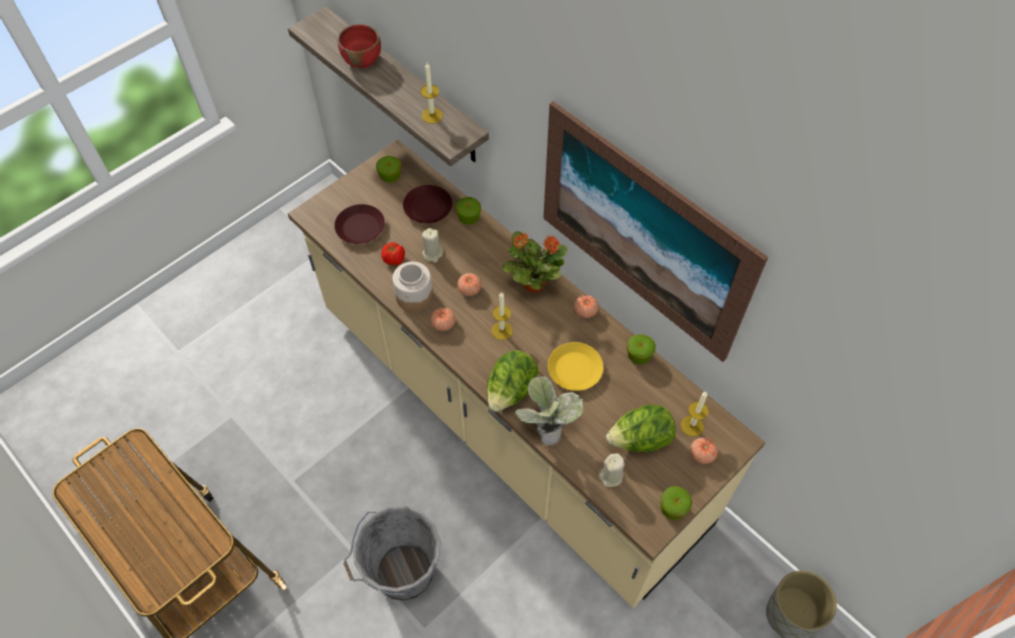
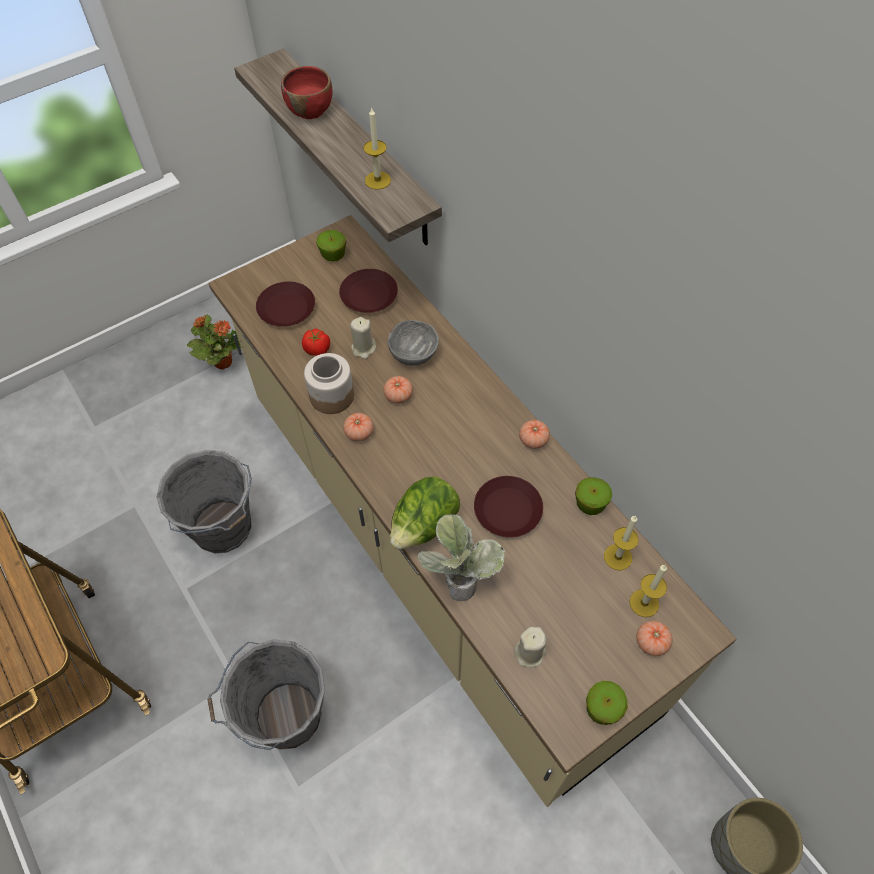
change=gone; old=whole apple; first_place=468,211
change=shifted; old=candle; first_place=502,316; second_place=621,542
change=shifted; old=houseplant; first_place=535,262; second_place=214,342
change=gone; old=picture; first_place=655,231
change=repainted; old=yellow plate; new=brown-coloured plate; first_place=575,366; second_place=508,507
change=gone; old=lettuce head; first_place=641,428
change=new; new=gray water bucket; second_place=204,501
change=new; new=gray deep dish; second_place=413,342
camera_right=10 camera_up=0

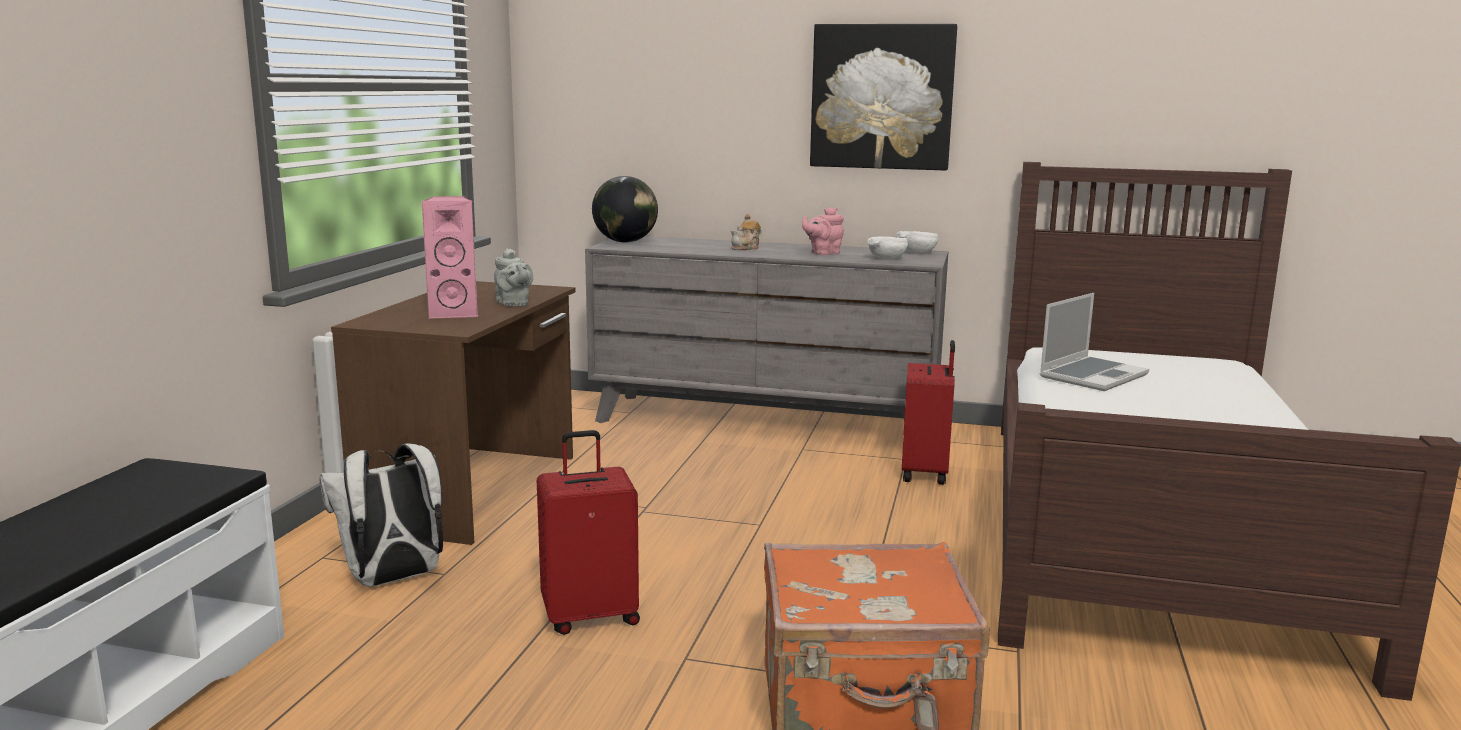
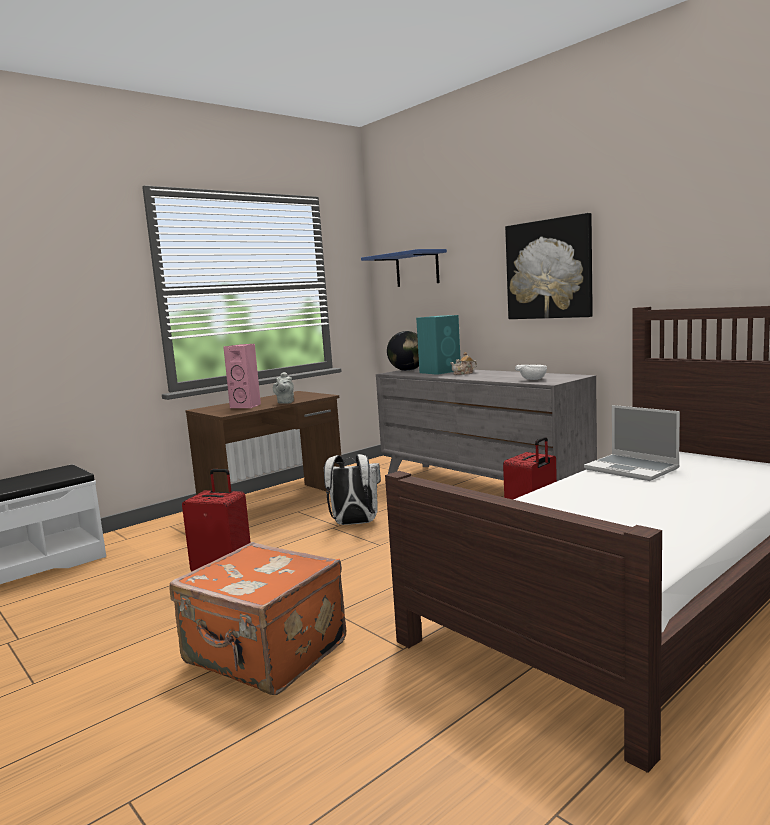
change=shifted; old=whitish backpack; first_place=381,515; second_place=352,489
change=gone; old=pinkish pot for tea; first_place=823,231
change=gone; old=whitish deep dish; first_place=917,242
change=rotated; old=laptop; first_place=1094,342; second_place=632,443; degrees=60
change=new; new=bluish shelf; second_place=404,268
change=new; new=turquoise loudspeaker; second_place=438,345
camera_right=35 camera_up=-5

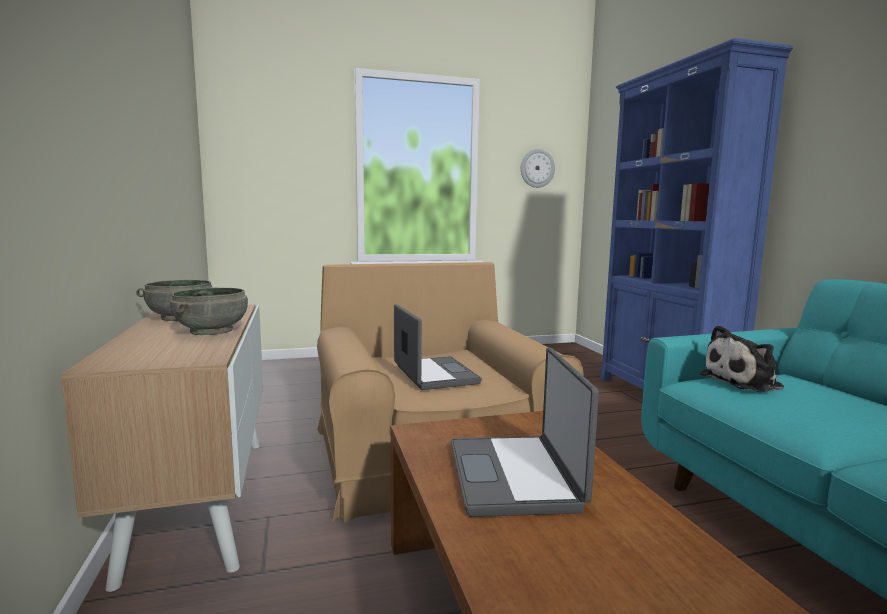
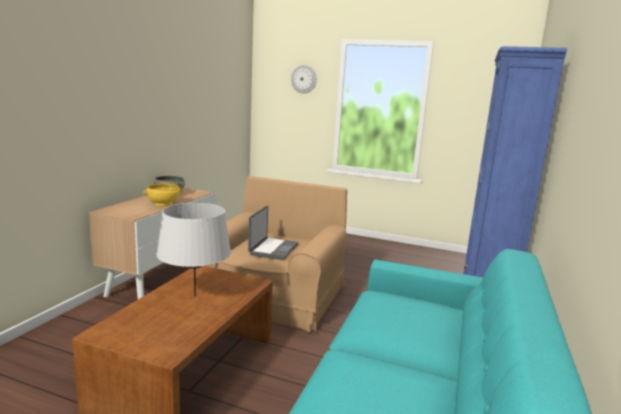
change=repainted; old=gray deep dish; new=yellow deep dish; first_place=209,311; second_place=162,195
change=swapped; old=laptop; new=gray table lamp; first_place=525,432; second_place=193,249
change=shifted; old=clock on the wall; first_place=538,168; second_place=304,79
change=gone; old=plush toy; first_place=742,358
camera_right=35 camera_up=5

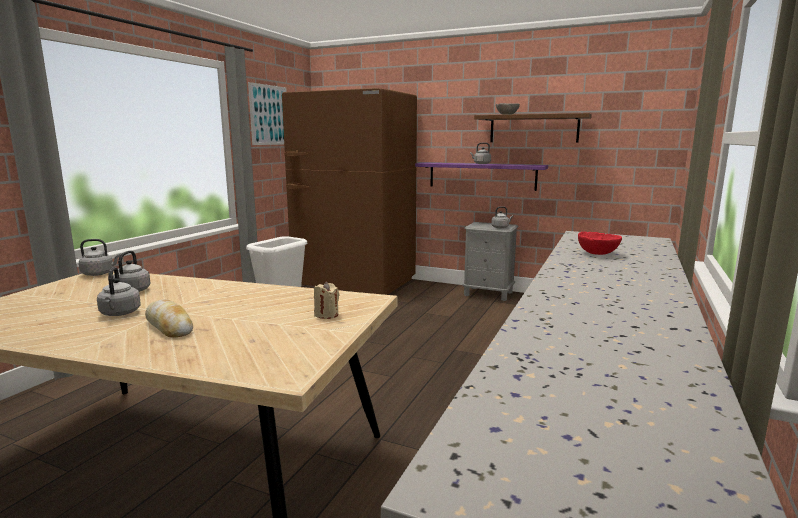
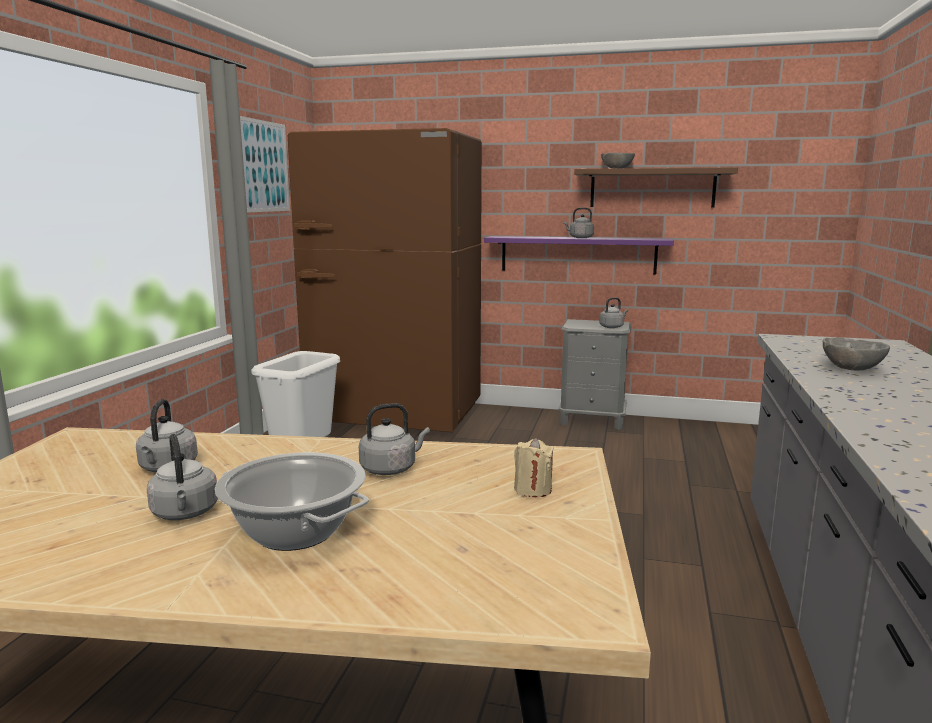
change=shifted; old=gray tea kettle; first_place=99,257; second_place=394,439
change=swapped; old=baked bread; new=stockpot; first_place=169,318; second_place=292,501
change=repainted; old=reddish deep dish; new=gray deep dish; first_place=600,243; second_place=856,354
camera_right=-10 camera_up=0

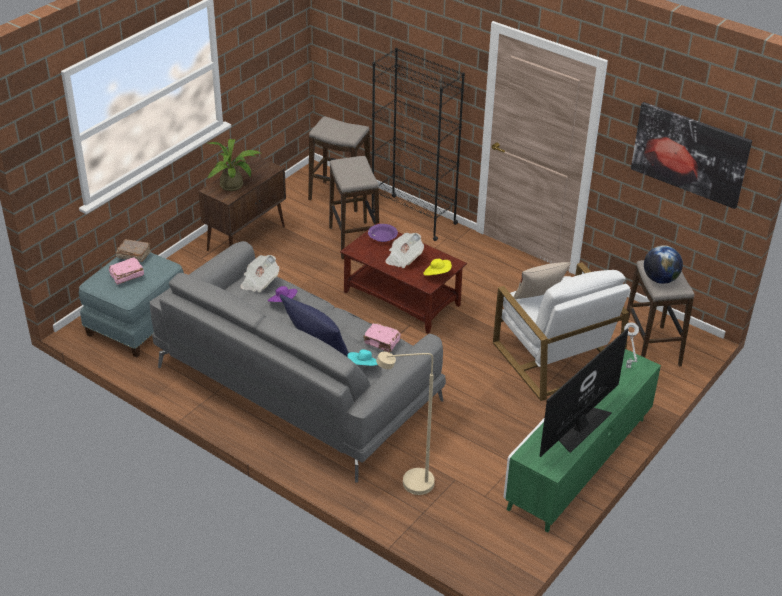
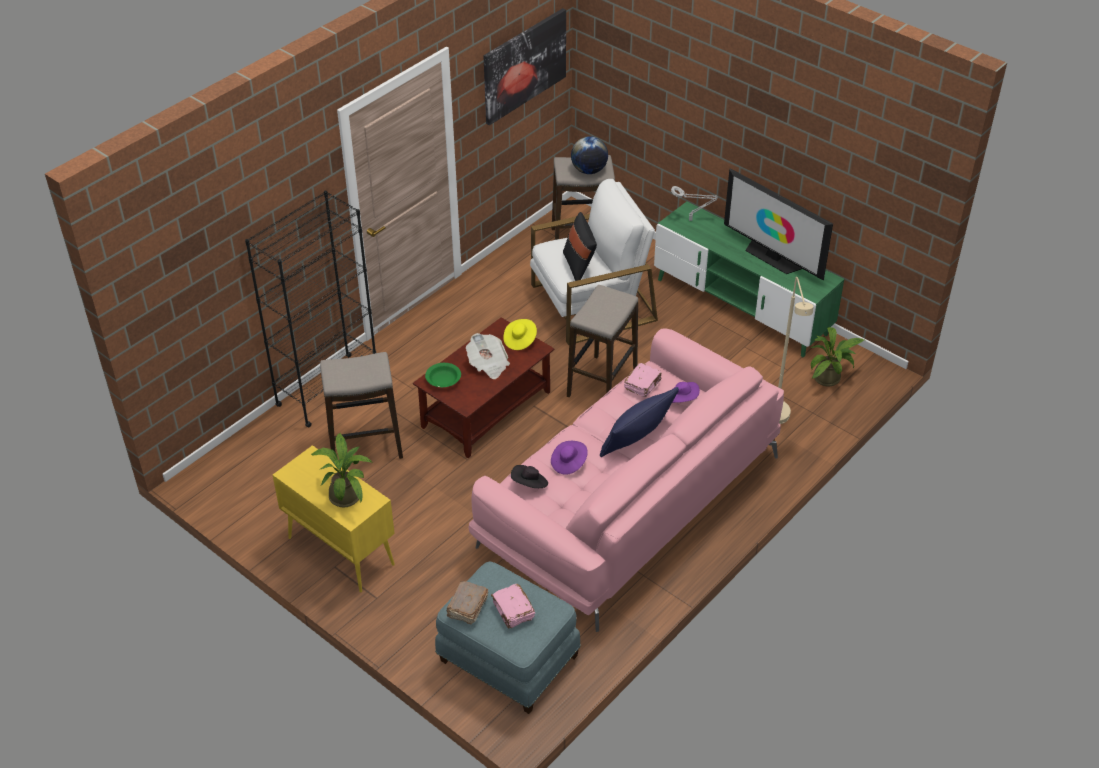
change=repainted; old=gray couch; new=pinkish couch; first_place=298,362; second_place=626,480
change=repainted; old=brown-coloured cupboard; new=yellow cupboard; first_place=242,203; second_place=334,519
change=swapped; old=newspaper; new=black-coloured clothing hat; first_place=259,274; second_place=529,476
change=shifted; old=sitting stool; first_place=339,164; second_place=602,341
change=repainted; old=turquoise clothing hat; new=purple-coloured clothing hat; first_place=363,357; second_place=686,392
change=repainted; old=purple-coloured deep dish; new=greenish deep dish; first_place=383,233; second_place=443,375
change=repainted; old=beige-coloured cushion; new=black-coloured cushion; first_place=542,280; second_place=580,246
change=new; new=houseplant; second_place=837,357
camera_right=-85 camera_up=5

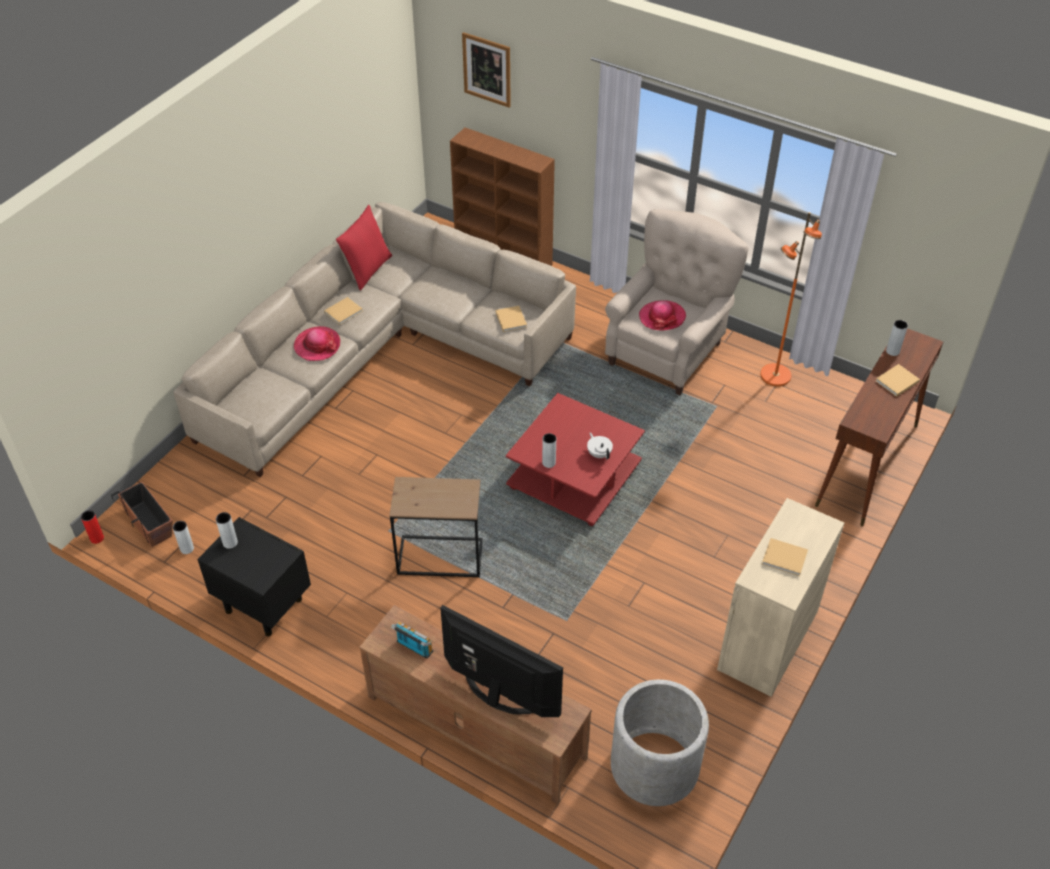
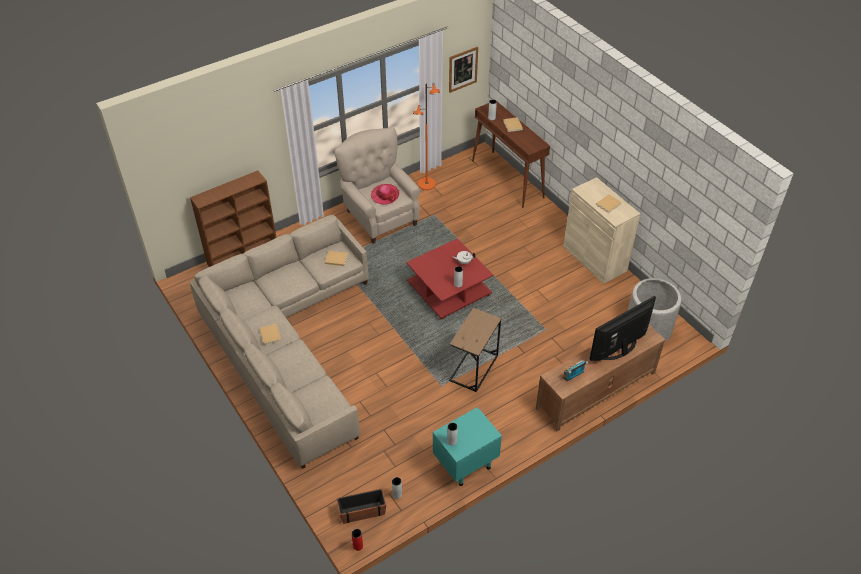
change=repainted; old=black-coloured nightstand; new=turquoise nightstand; first_place=254,576; second_place=467,446
change=gone; old=clothing hat; first_place=317,343
change=gone; old=reddish cushion; first_place=364,248
change=shifted; old=picture; first_place=486,70; second_place=463,70
camera_right=-65 camera_up=0

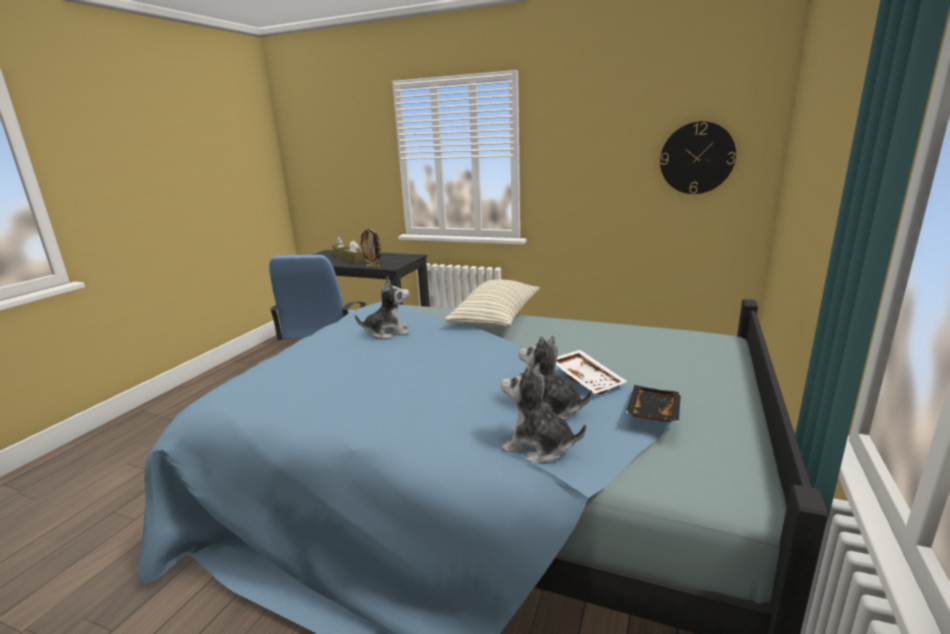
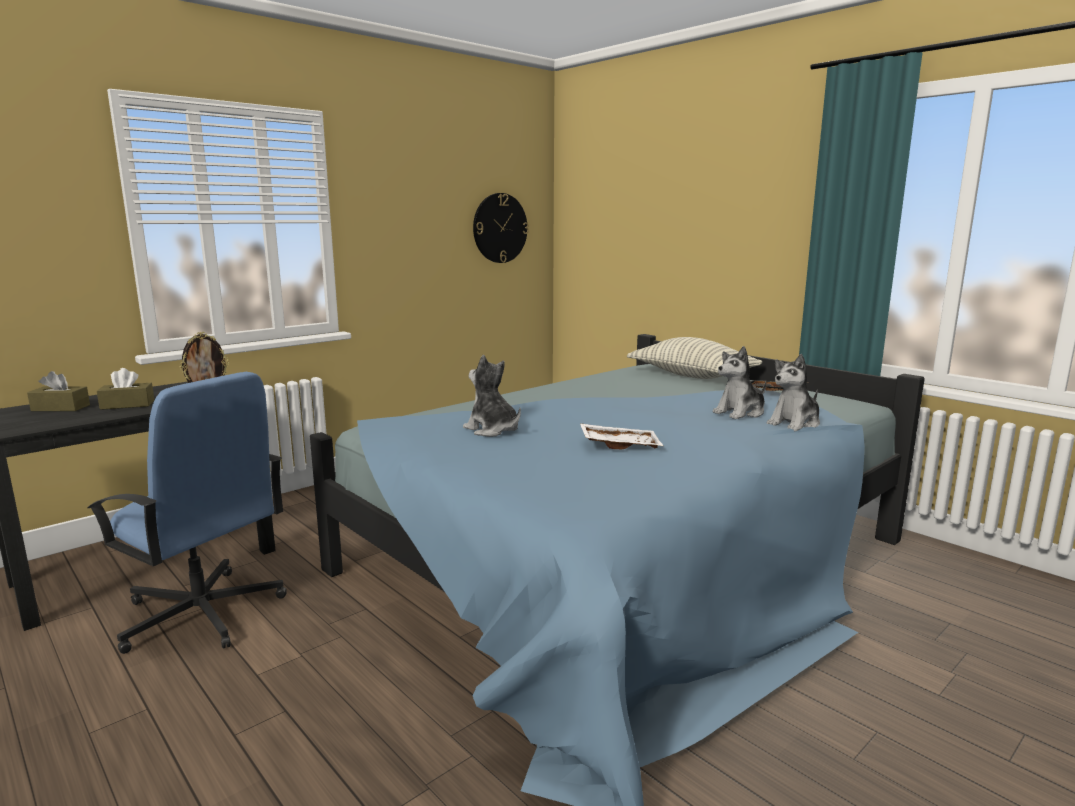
change=rotated; old=plush toy; first_place=382,307; second_place=492,396; degrees=-60
change=shifted; old=cushion; first_place=492,303; second_place=694,358
change=shifted; old=whitish serving tray; first_place=591,372; second_place=621,436
camera_right=-65 camera_up=-5

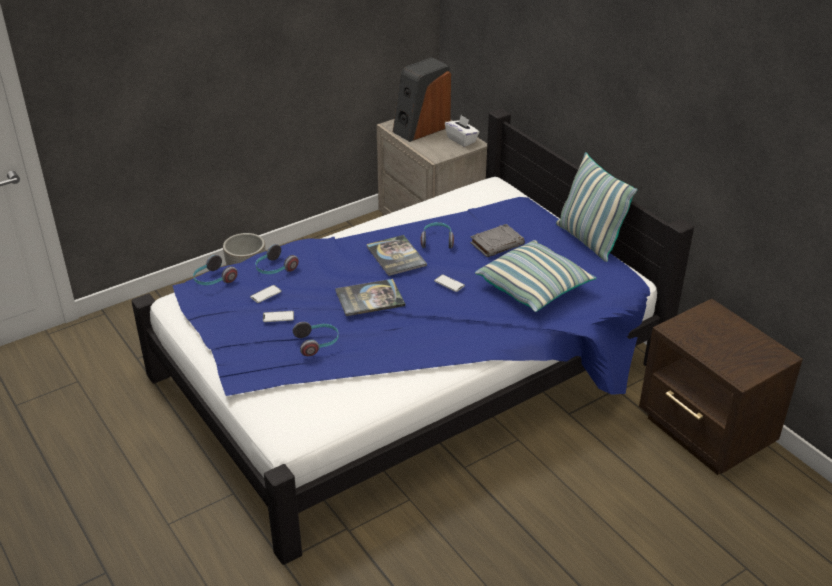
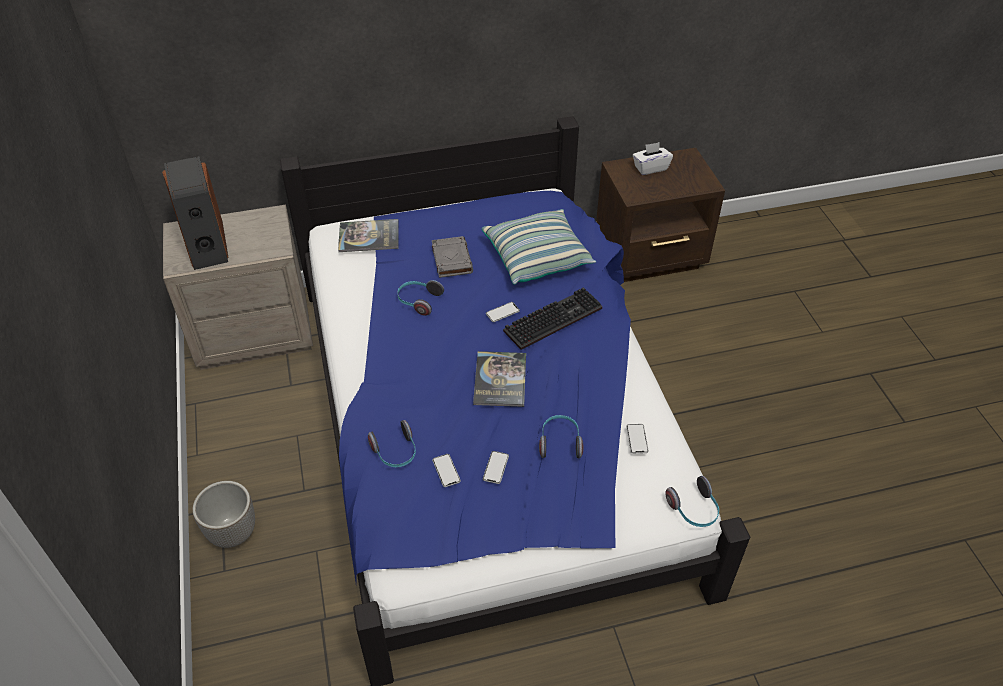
change=shifted; old=headset; first_place=215,270; second_place=692,501
change=shifted; old=bound book; first_place=397,255; second_place=368,235
change=shifted; old=whitish tissue box; first_place=462,131; second_place=653,158
change=gone; old=cushion; first_place=596,207
change=new; new=PC keyboard; second_place=552,318
change=new; new=phone; second_place=637,439
camera_right=-70 camera_up=10

